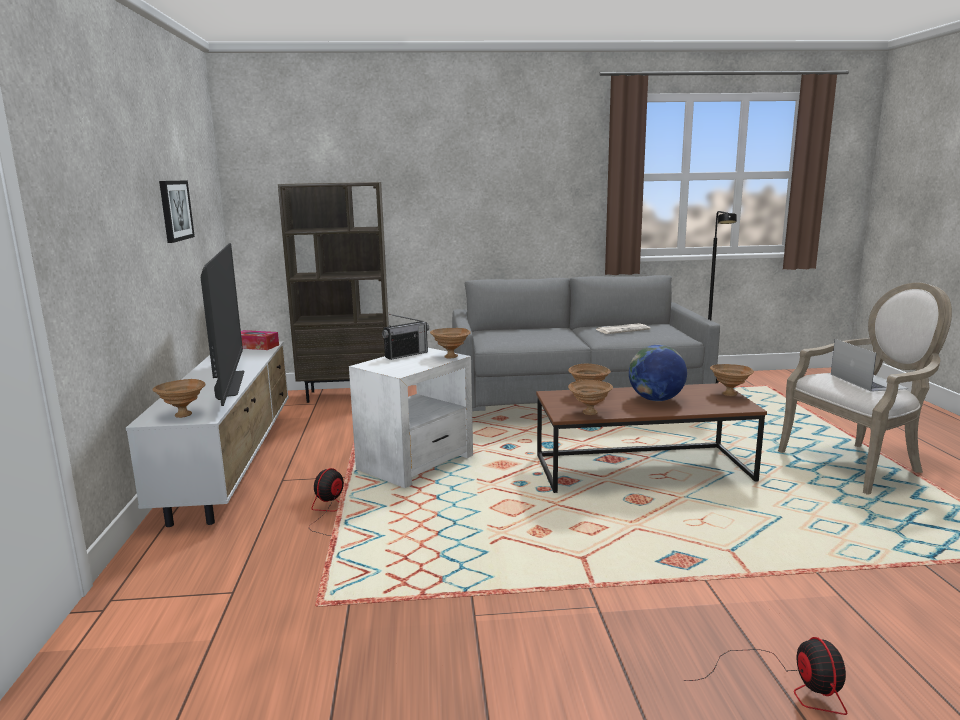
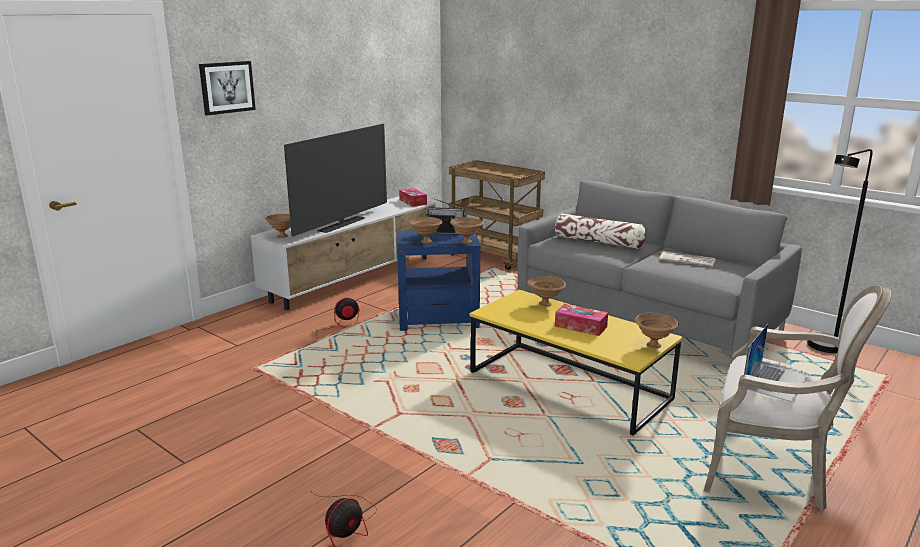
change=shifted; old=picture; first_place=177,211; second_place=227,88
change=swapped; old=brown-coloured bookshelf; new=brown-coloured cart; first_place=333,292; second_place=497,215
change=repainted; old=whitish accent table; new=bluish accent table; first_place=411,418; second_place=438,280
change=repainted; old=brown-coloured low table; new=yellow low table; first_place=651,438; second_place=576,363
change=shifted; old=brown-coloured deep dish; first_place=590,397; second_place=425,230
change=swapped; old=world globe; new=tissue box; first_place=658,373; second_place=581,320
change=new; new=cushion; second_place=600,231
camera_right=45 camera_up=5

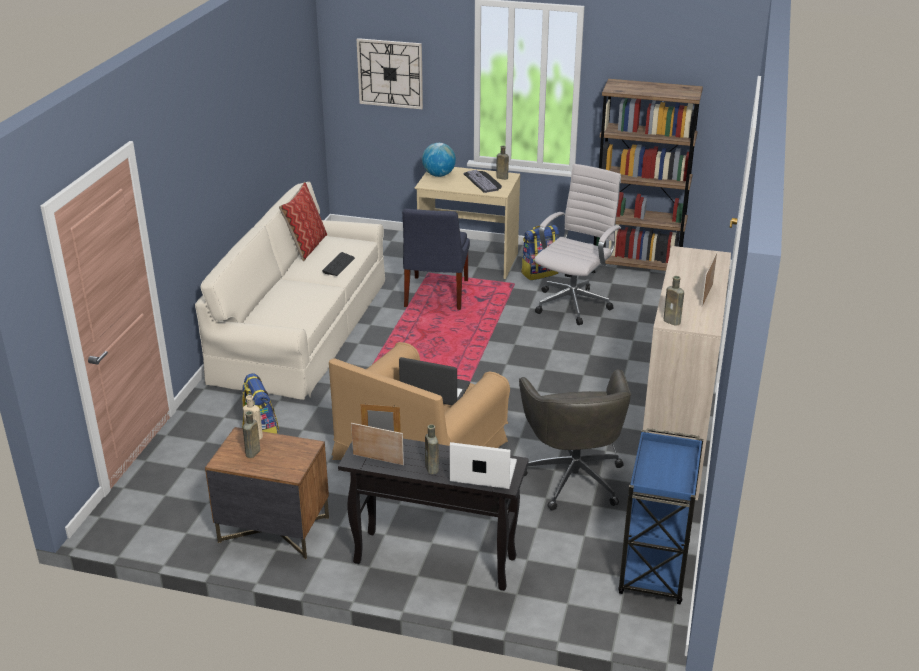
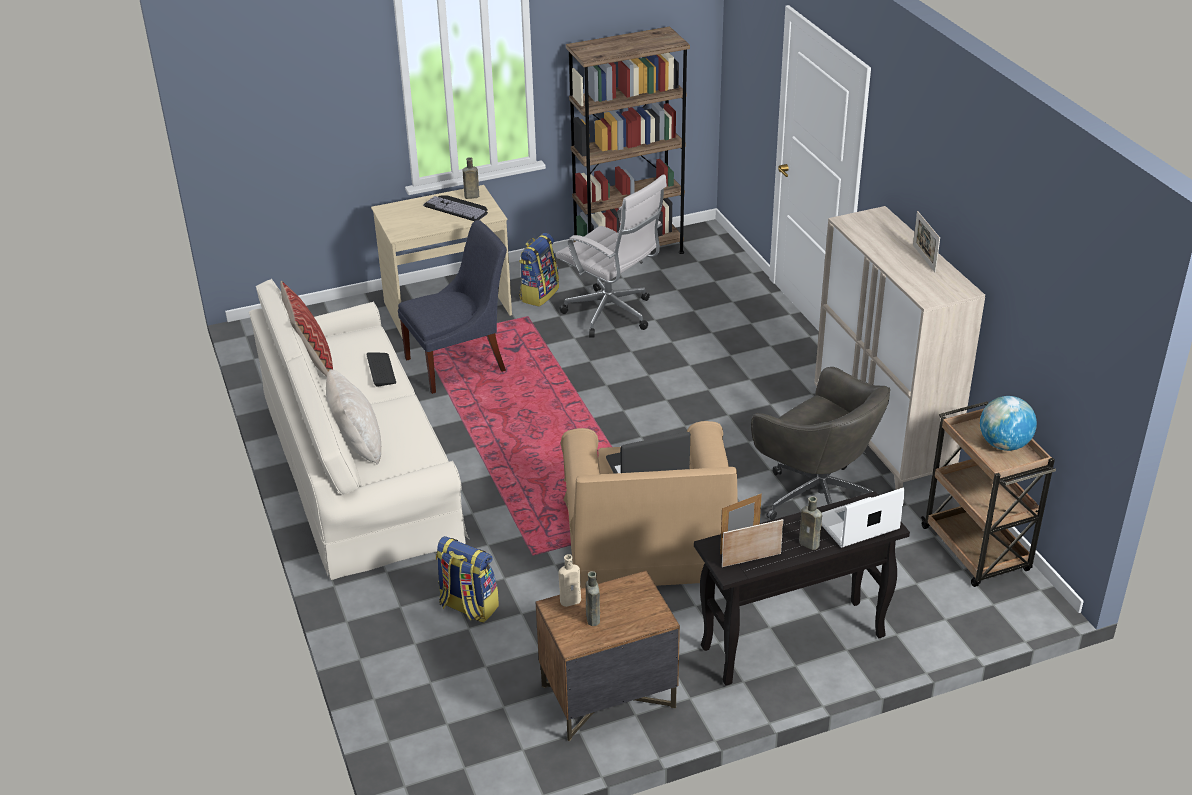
change=gone; old=clock on the wall; first_place=390,73
change=rotated; old=bluish chair; first_place=436,259; second_place=452,307; degrees=-90
change=shifted; old=world globe; first_place=439,160; second_place=1008,423
change=rotated; old=whitish desk chair; first_place=577,244; second_place=611,256; degrees=135
change=repainted; old=bluish cart; new=brown-coloured cart; first_place=660,516; second_place=988,494
change=gone; old=brown-coloured beverage bottle; first_place=673,300
change=new; new=beige-coloured cushion; second_place=353,417
camera_right=-35 camera_up=5

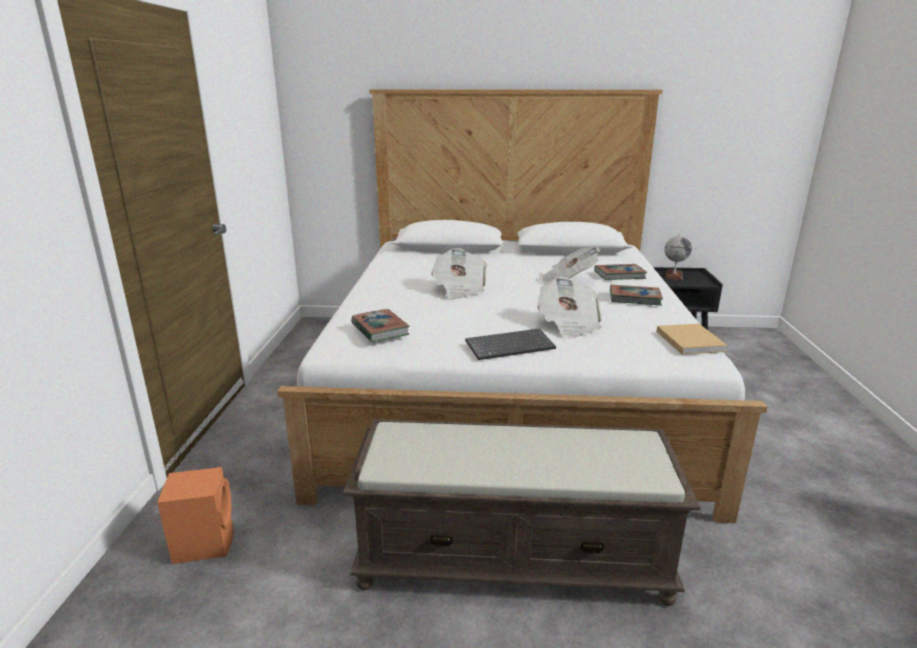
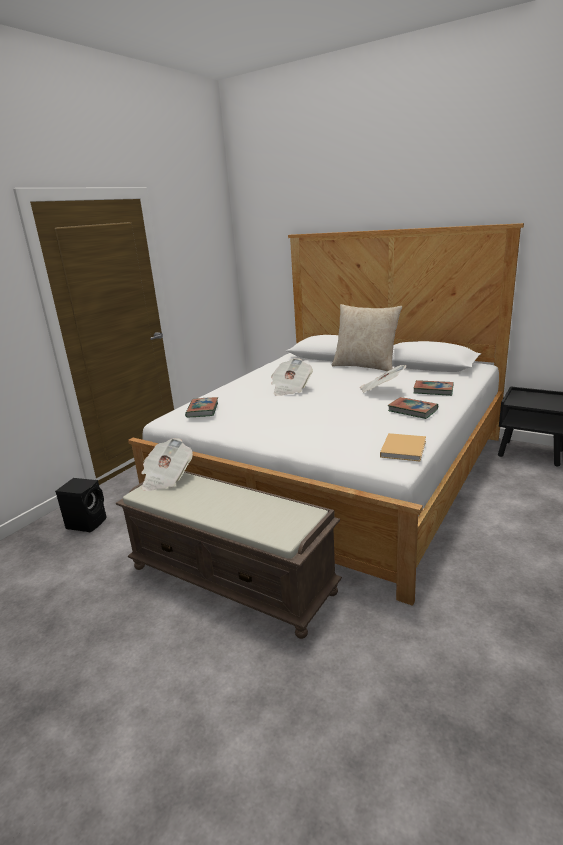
change=repainted; old=orangey loudspeaker; new=black-coloured loudspeaker; first_place=195,515; second_place=81,505
change=gone; old=PC keyboard; first_place=510,344
change=shifted; old=newspaper; first_place=569,307; second_place=167,464
change=gone; old=world globe; first_place=678,257
change=new; new=beige-coloured cushion; second_place=367,337
camera_right=30 camera_up=0

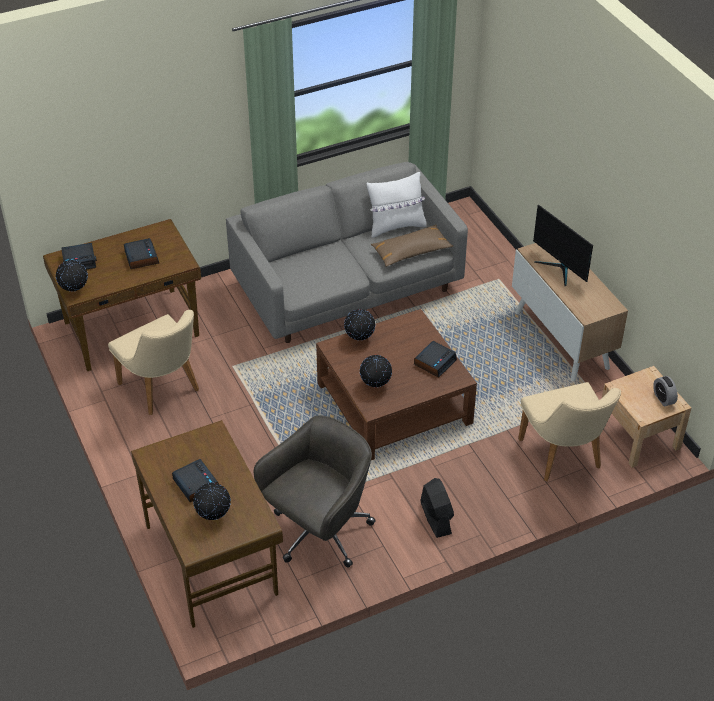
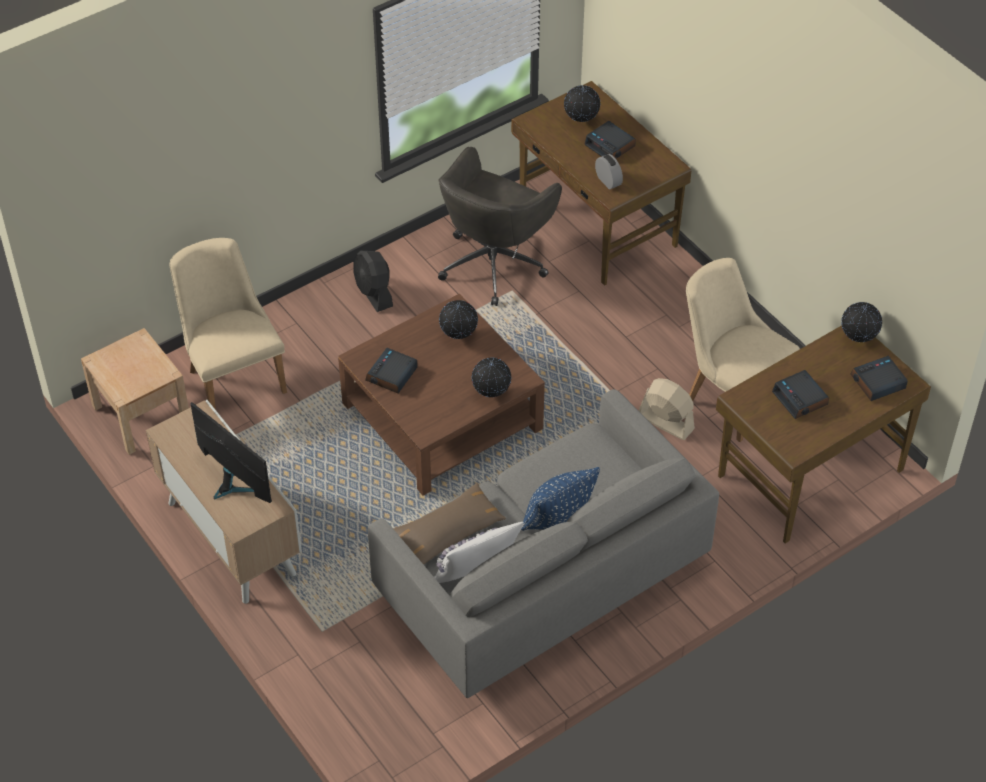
change=shifted; old=table clock; first_place=665,391; second_place=609,171
change=new; new=bluish cushion; second_place=560,499
change=new; new=beige-coloured fan; second_place=667,409
camera_right=170 camera_up=5

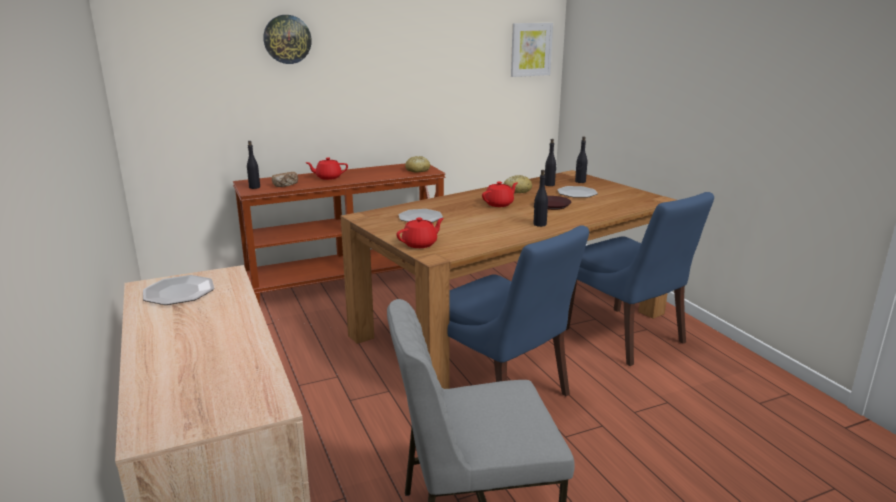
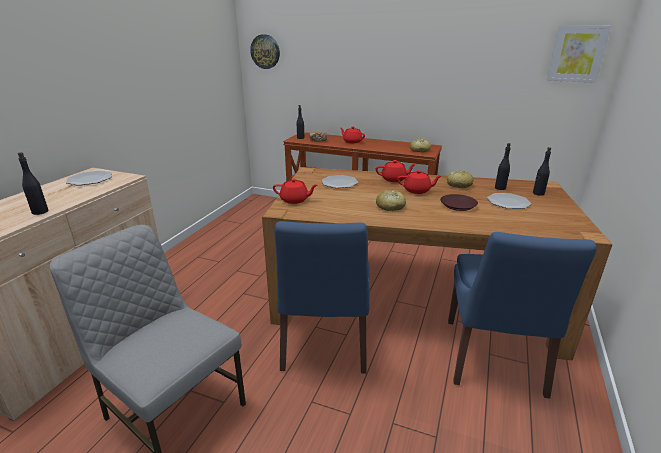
change=shifted; old=clock on the wall; first_place=287,39; second_place=265,51
change=shifted; old=black-coloured beverage bottle; first_place=540,198; second_place=33,183
change=new; new=reddish pot for tea; second_place=396,171
change=new; new=baked bread; second_place=391,200
camera_right=45 camera_up=5

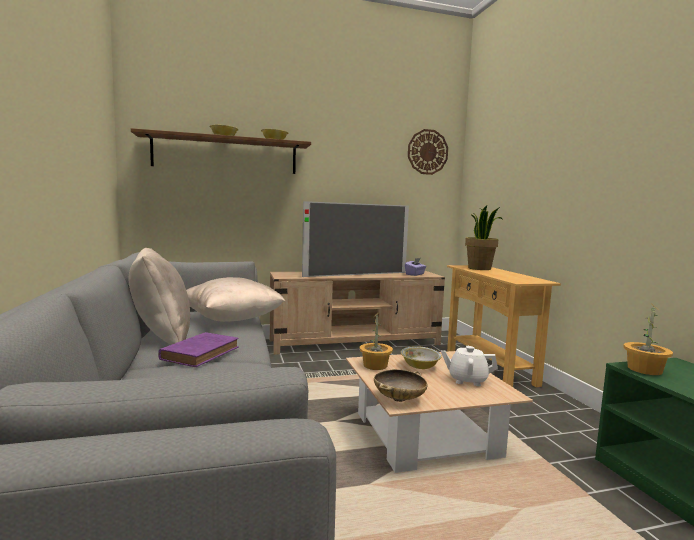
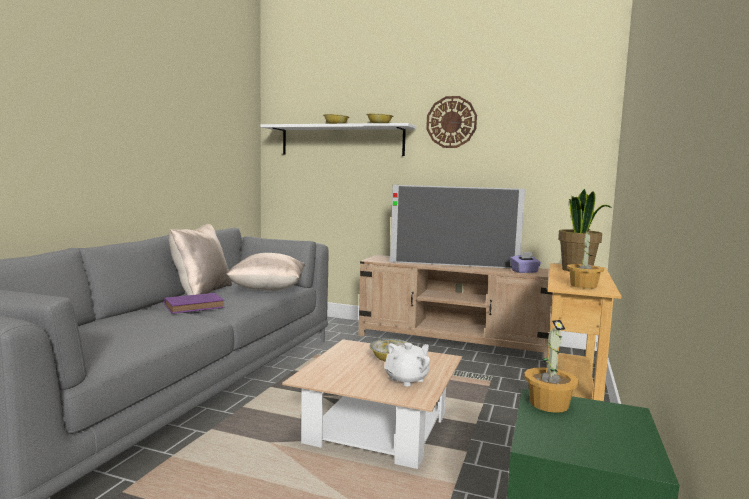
change=repainted; old=brown-coloured shelf; new=whitish shelf; first_place=221,151; second_place=338,139
change=shifted; old=houseplant; first_place=376,341; second_place=585,259
change=gone; old=beige-coloured deep dish; first_place=400,385
change=shifted; old=clock on the wall; first_place=428,152; second_place=451,122
change=rotated; old=whitish pot for tea; first_place=469,366; second_place=407,364; degrees=90
camera_right=35 camera_up=0

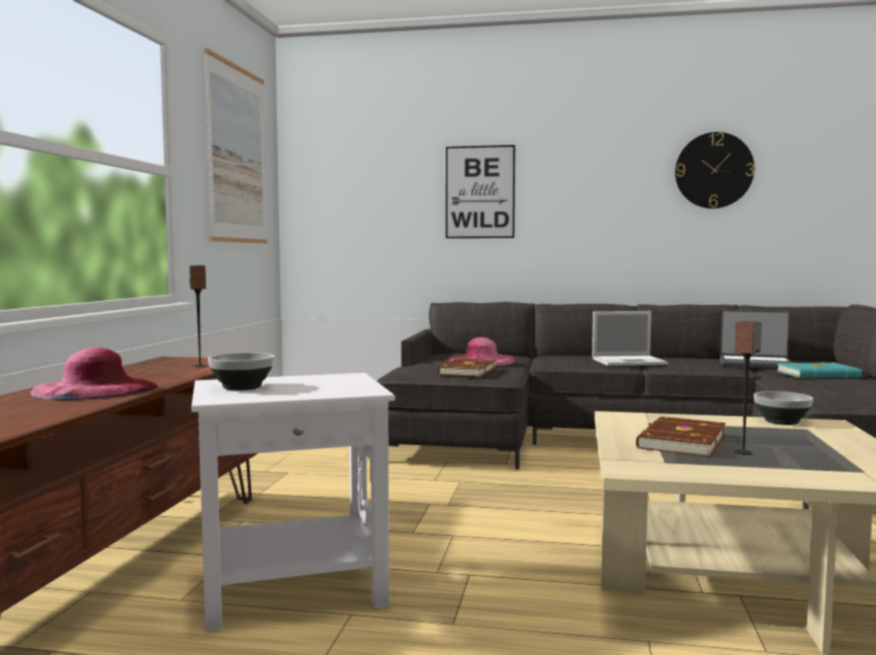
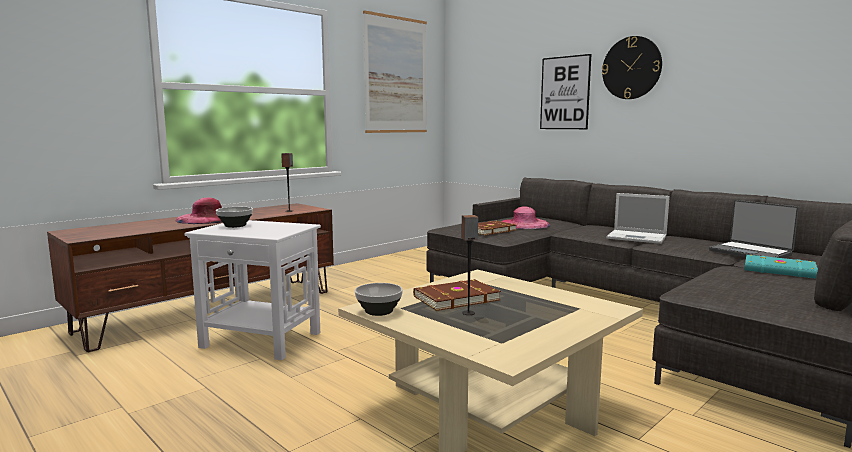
change=shifted; old=clock on the wall; first_place=715,170; second_place=632,67
change=shifted; old=deep dish; first_place=783,408; second_place=379,299
camera_right=35 camera_up=5

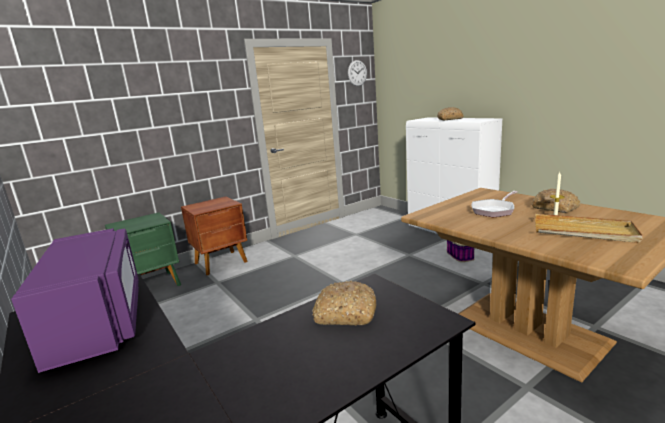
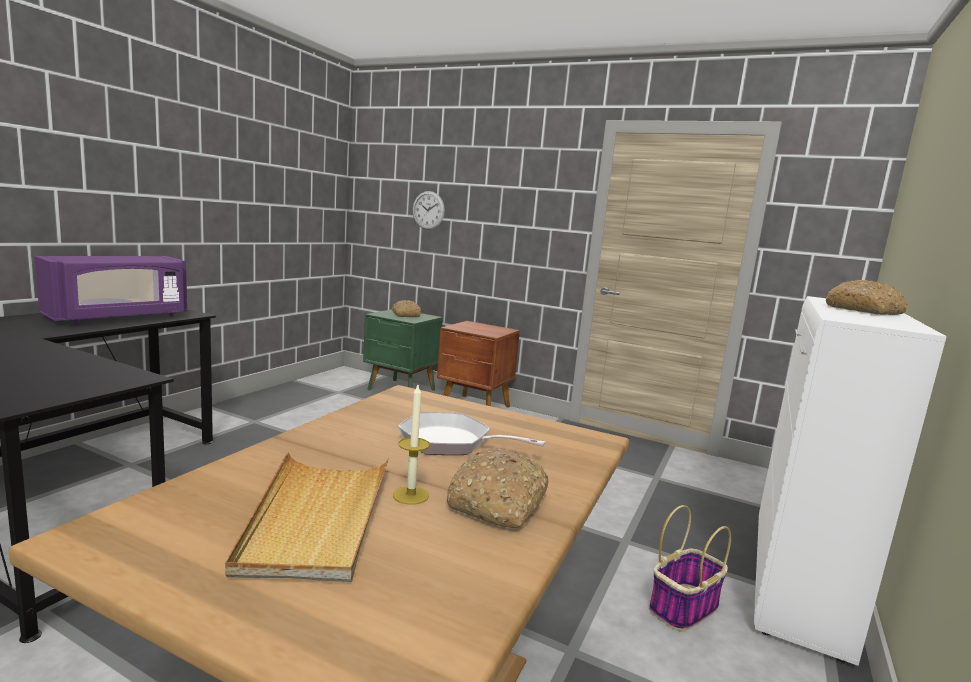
change=shifted; old=baked bread; first_place=344,303; second_place=406,308
change=shifted; old=clock on the wall; first_place=357,73; second_place=429,210
camera_right=60 camera_up=-5

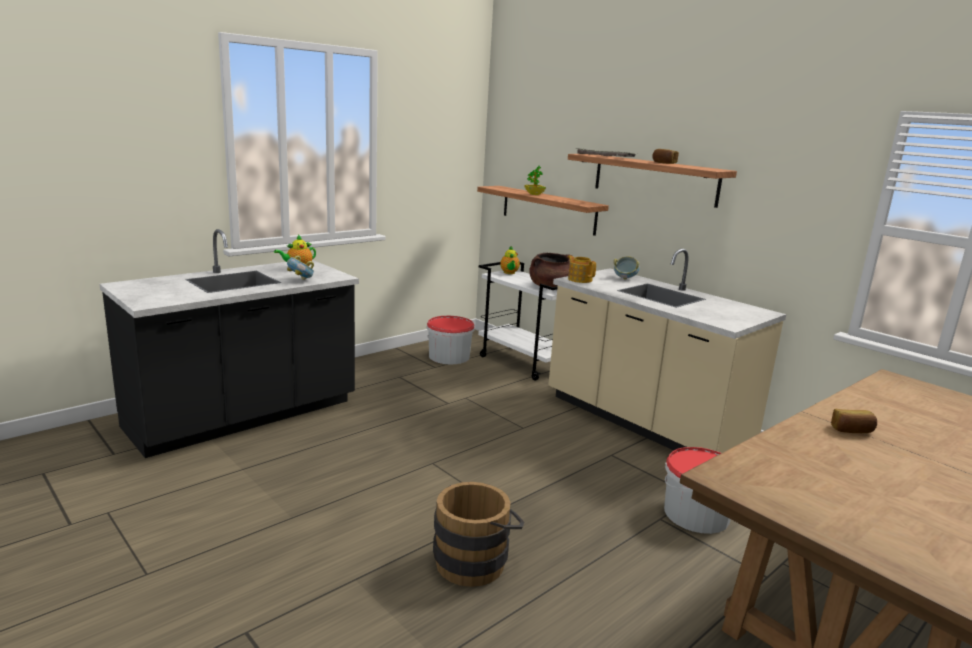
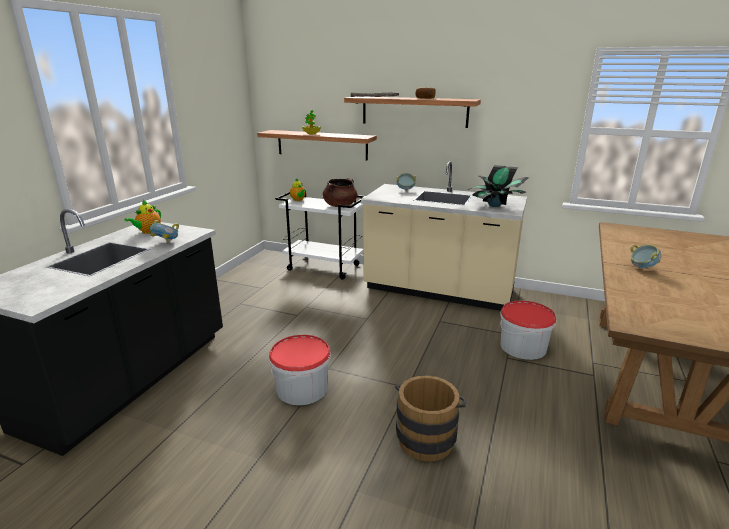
change=shifted; old=water bucket; first_place=451,340; second_place=300,370
change=gone; old=pot for tea; first_place=582,269
change=swapped; old=baked bread; new=deep dish; first_place=854,421; second_place=646,256
change=new; new=houseplant; second_place=498,186
camera_right=-25 camera_up=5

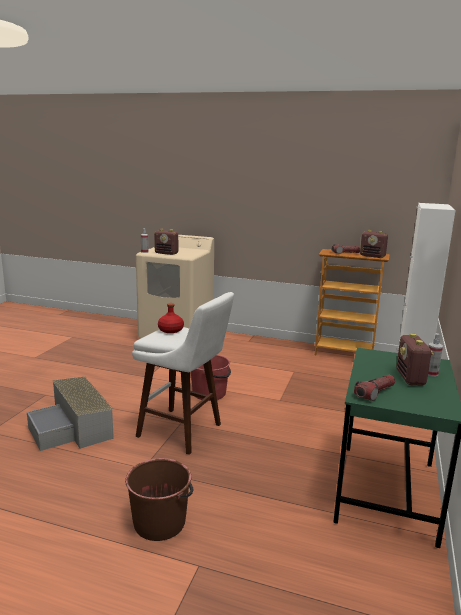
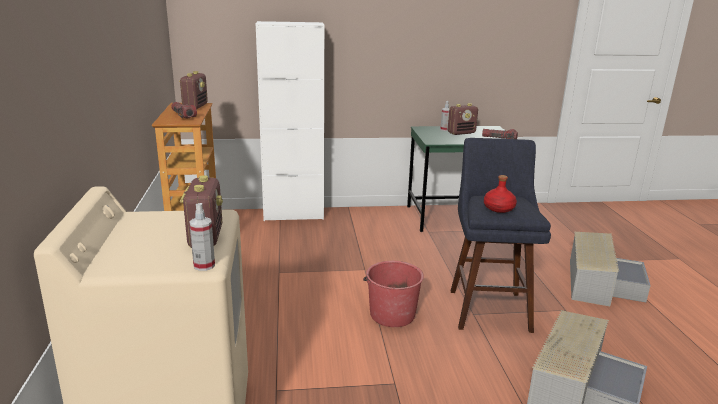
change=swapped; old=brown-coloured water bucket; new=gray storage bin; first_place=159,499; second_place=610,269
change=repainted; old=whitish sitting stool; new=bluish sitting stool; first_place=183,373; second_place=501,235
camera_right=-115 camera_up=5

